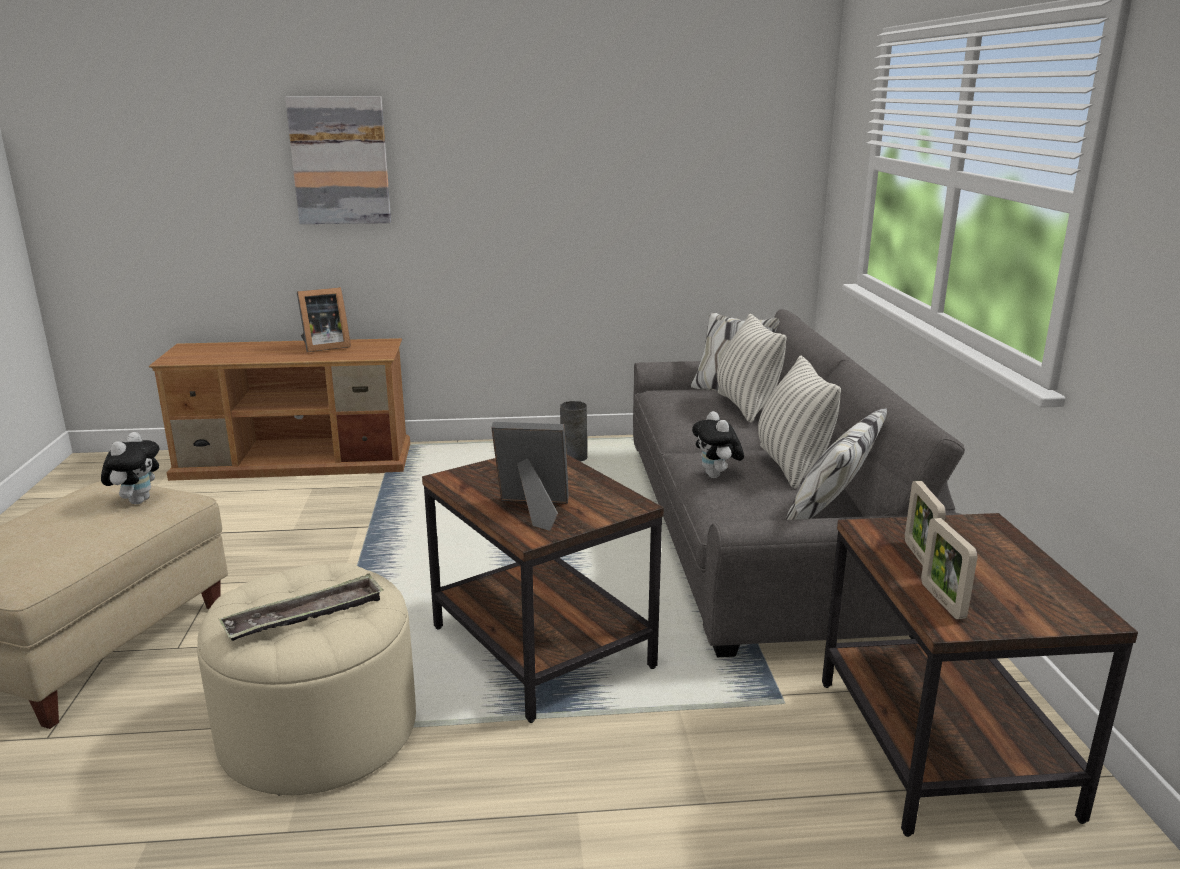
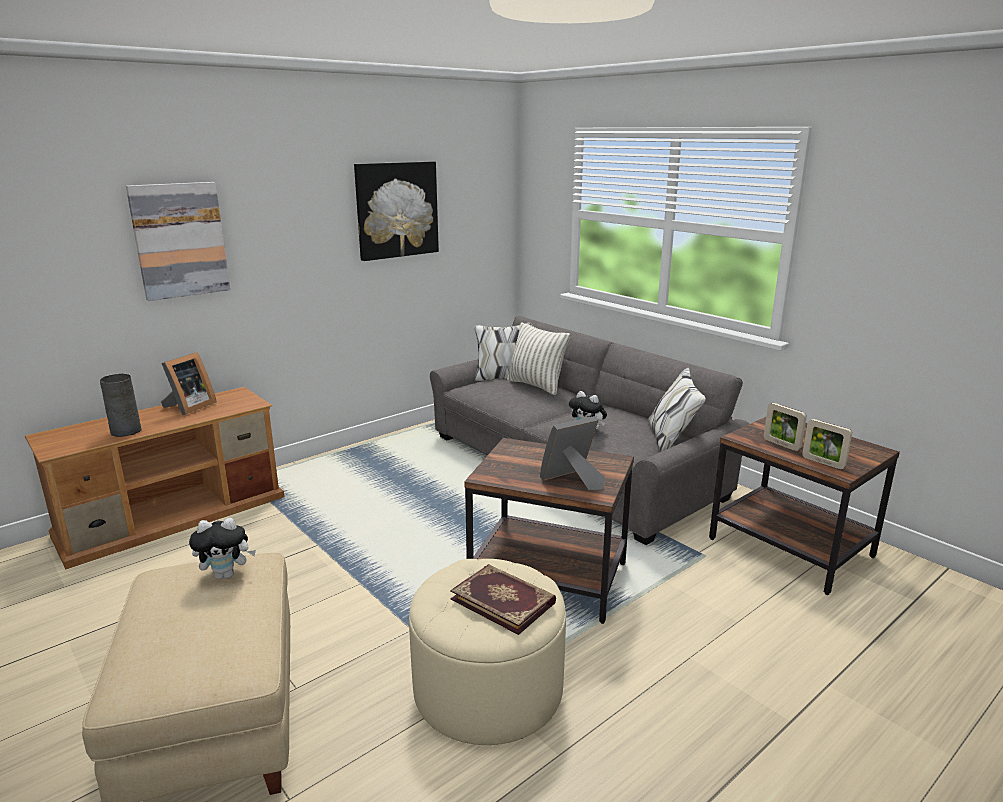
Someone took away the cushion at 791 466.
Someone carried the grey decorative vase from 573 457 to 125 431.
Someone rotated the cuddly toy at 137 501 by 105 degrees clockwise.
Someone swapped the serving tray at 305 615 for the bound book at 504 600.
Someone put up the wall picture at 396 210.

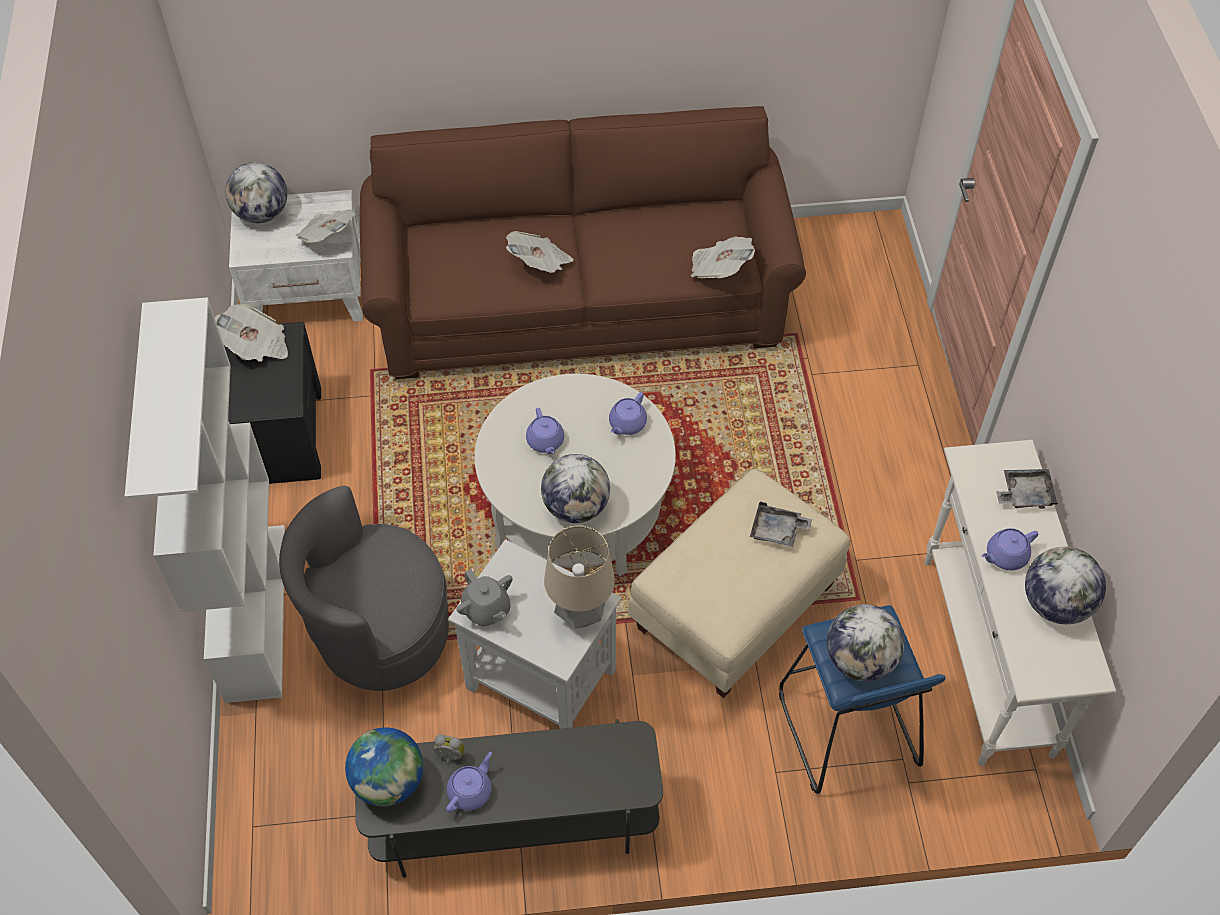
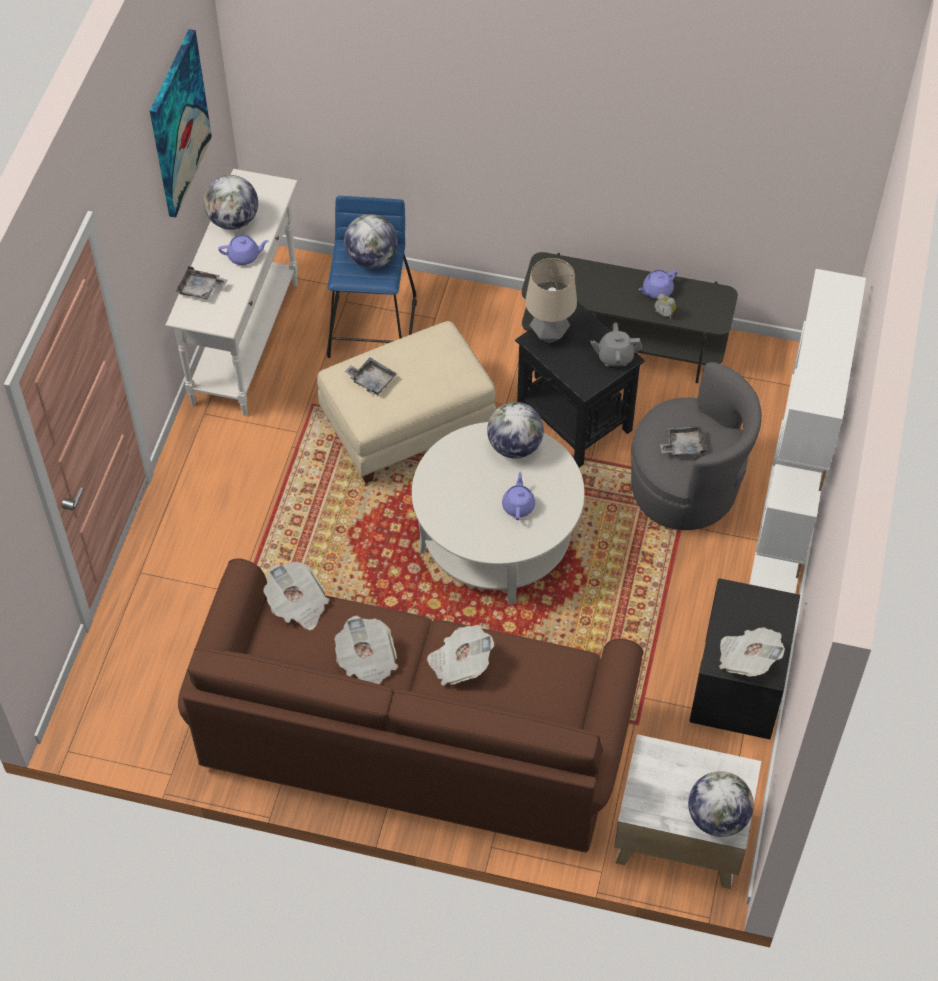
Someone carried the daily paper from 327 236 to 367 662.
Someone took away the purple-coloured pot for tea at 627 424.
Someone repainted the white accent table at 539 678, which became the black-coloured accent table at 575 421.
Someone rotated the grey pot for tea at 486 609 by 75 degrees counterclockwise.
Someone took away the desk globe at 389 782.
Someone put up the wall picture at 178 124.
Someone put down the grey serving tray at 683 445.

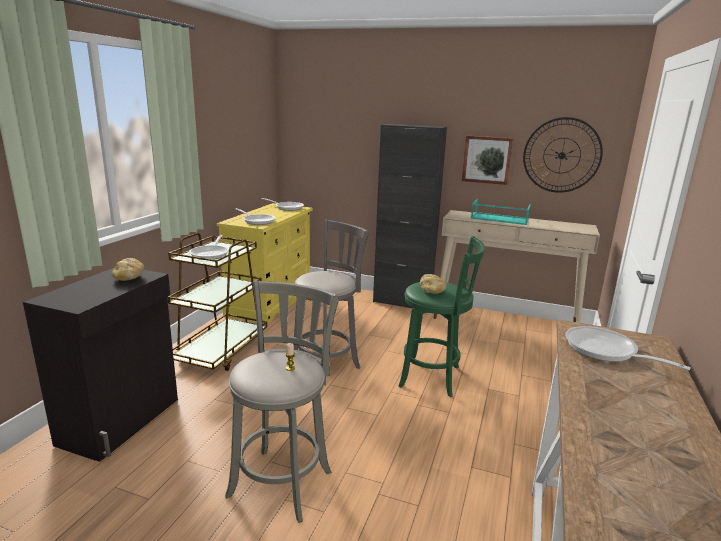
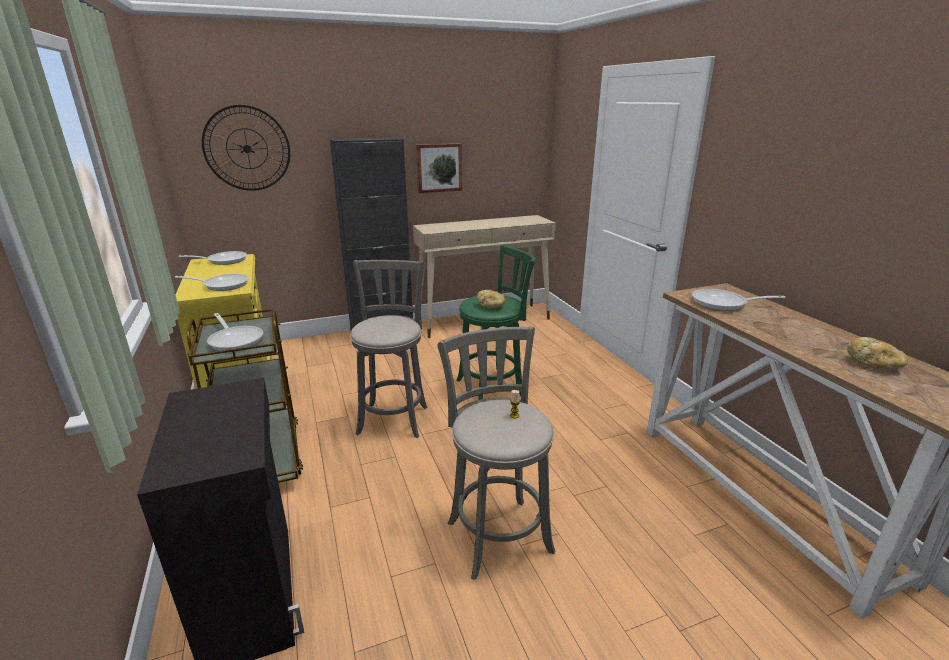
Someone carried the clock on the wall from 561 155 to 247 148.
Someone took away the blue-green serving tray at 499 219.
Someone carried the bakery bread from 129 278 to 873 364.

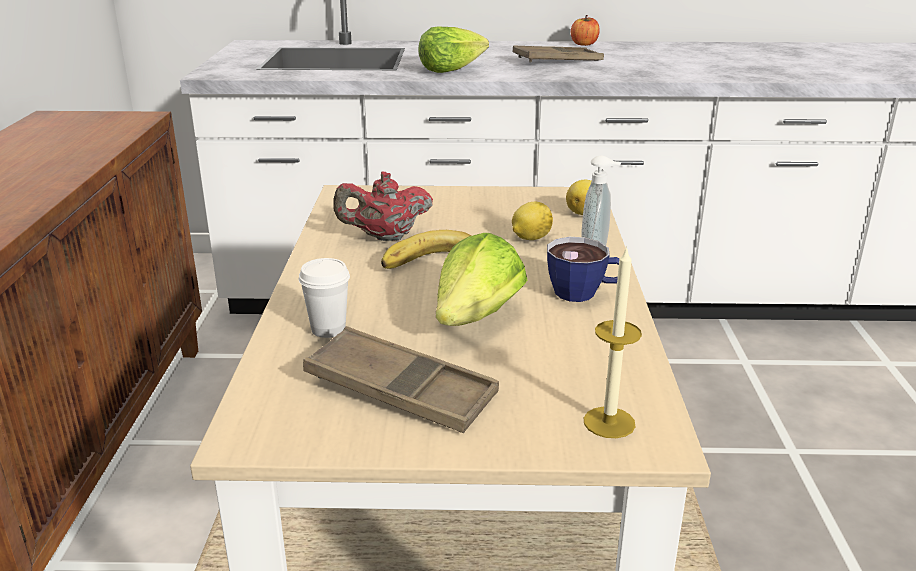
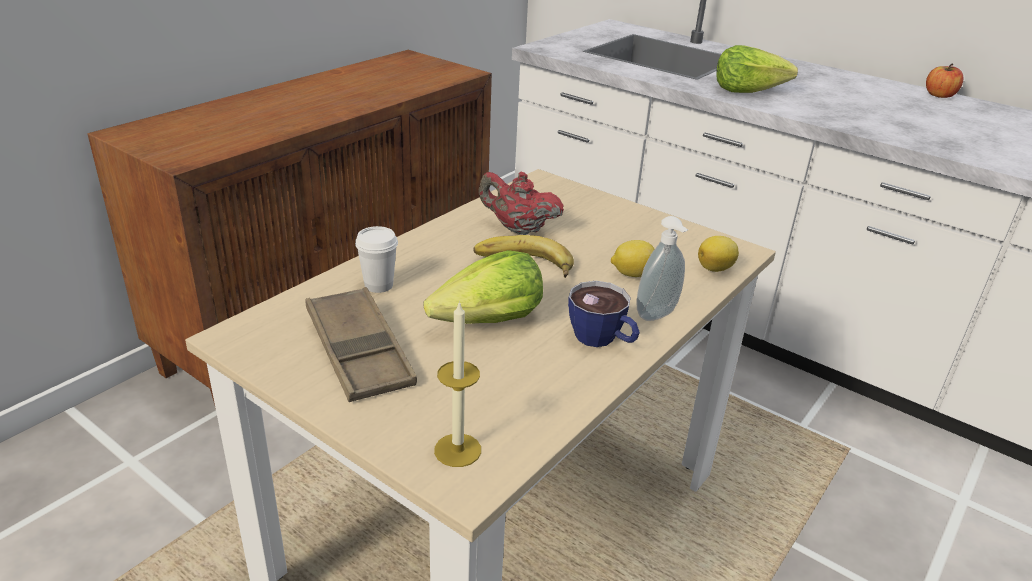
Someone took away the brown-coloured serving tray at 557 61.

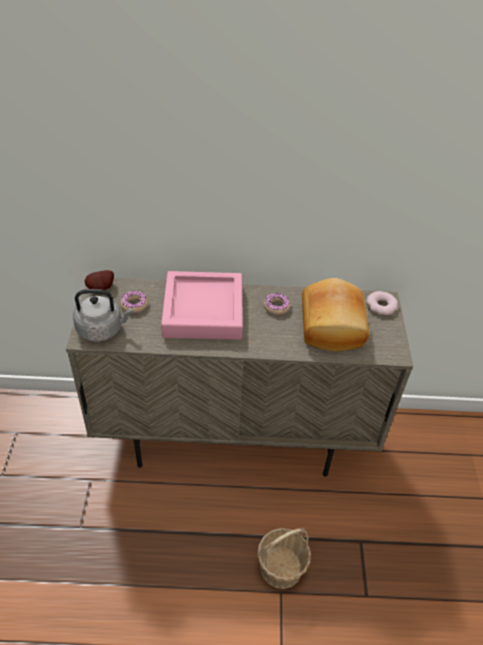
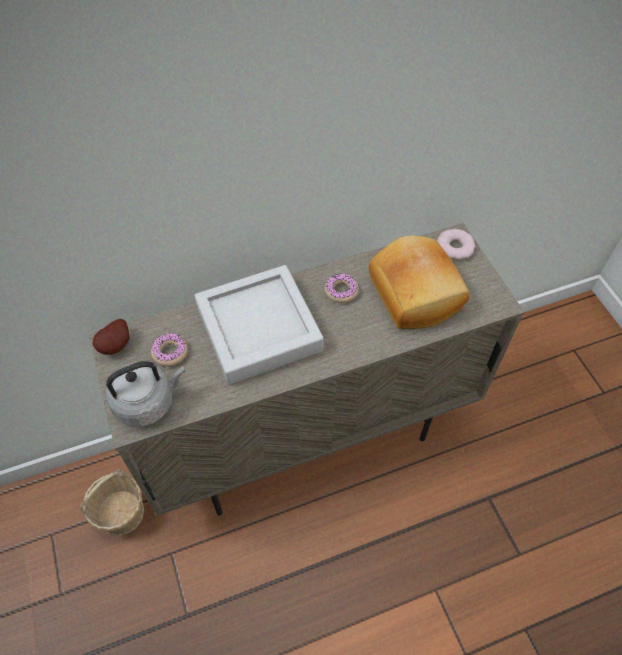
Someone repainted the pinkish serving tray at 203 311, which became the grey serving tray at 259 329.
Someone carried the basket from 281 567 to 121 513.

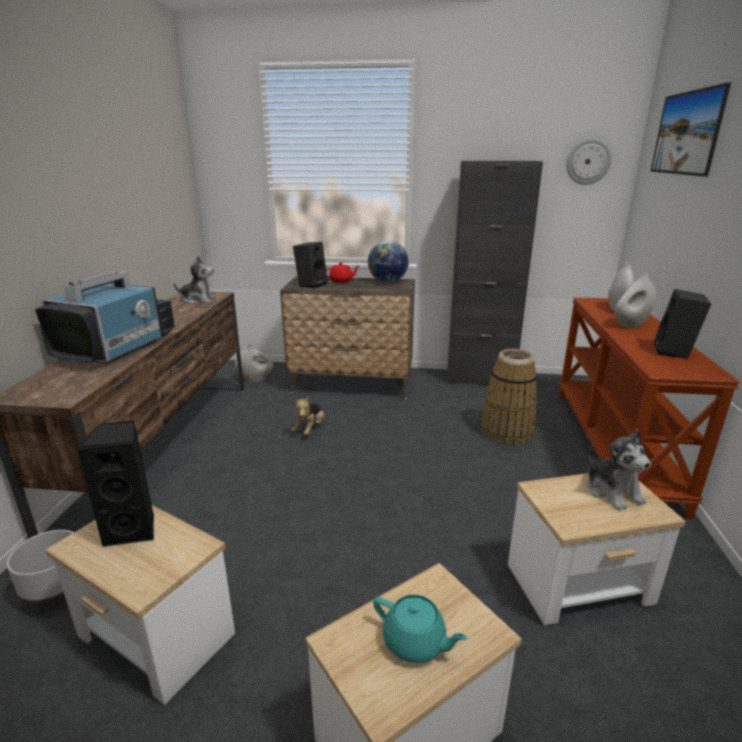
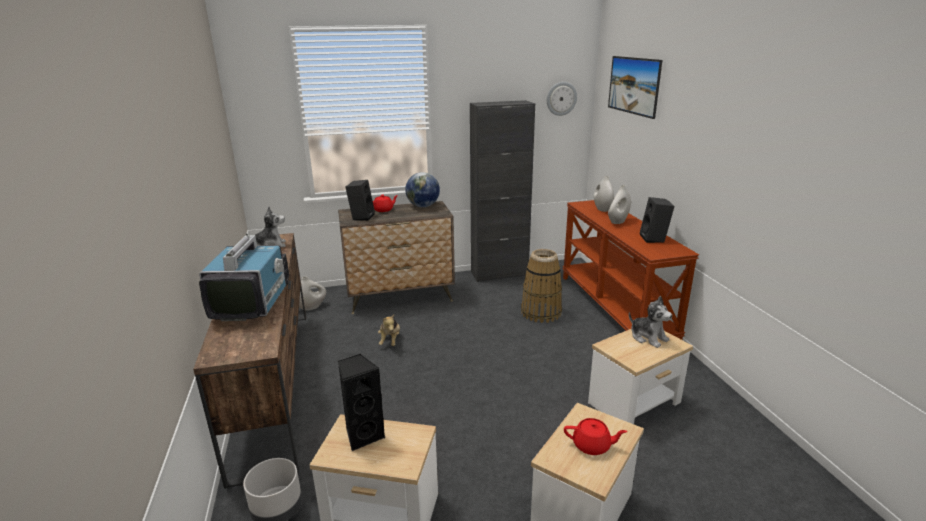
Someone repainted the blue-green pot for tea at 415 642, which became the red pot for tea at 592 446.

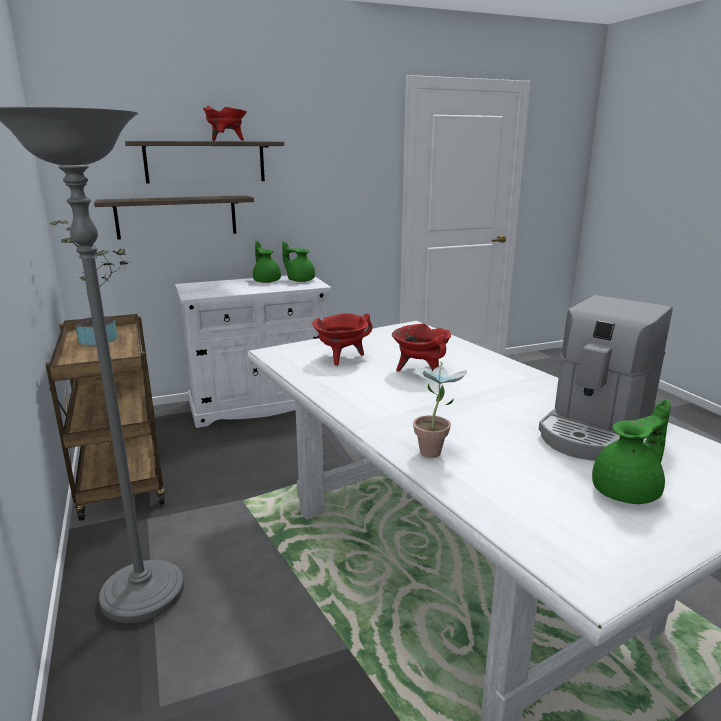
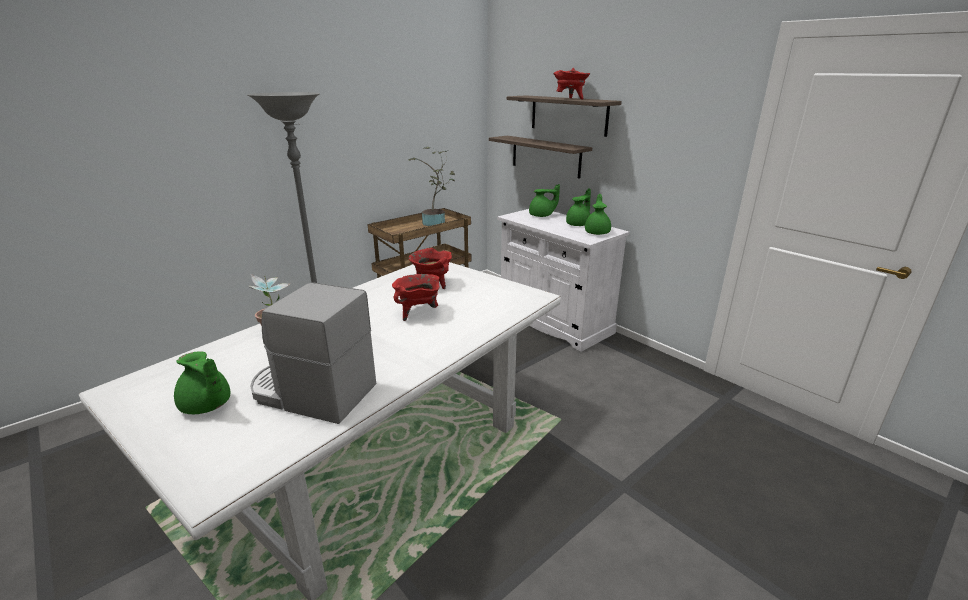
Someone put down the greenish pot for tea at 542 215.

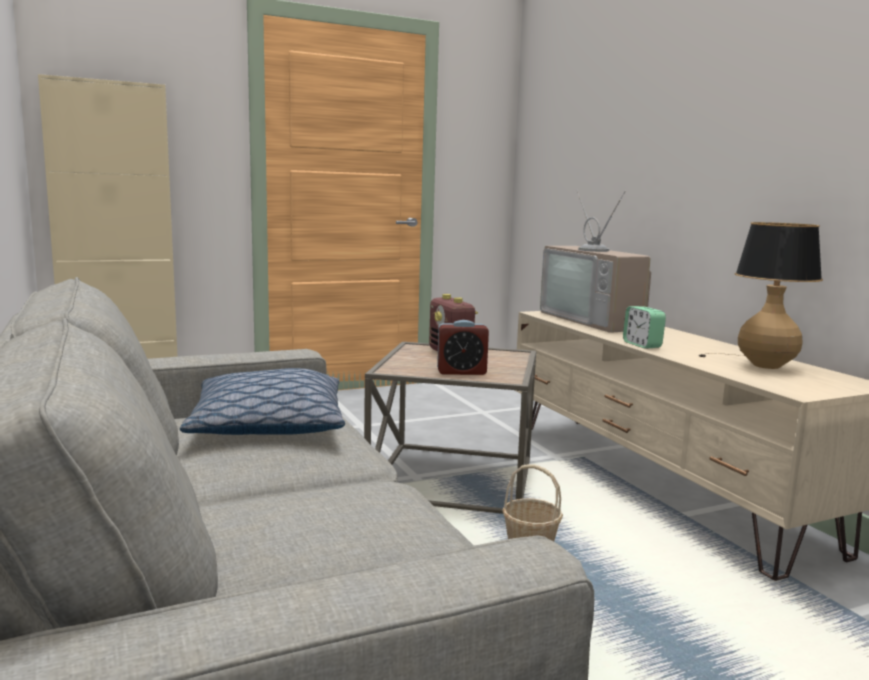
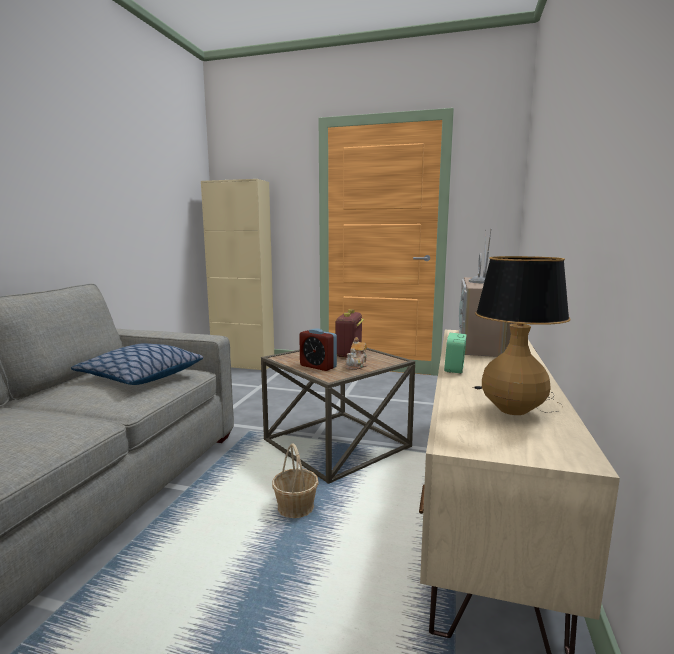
Someone put down the pot for tea at 357 366.

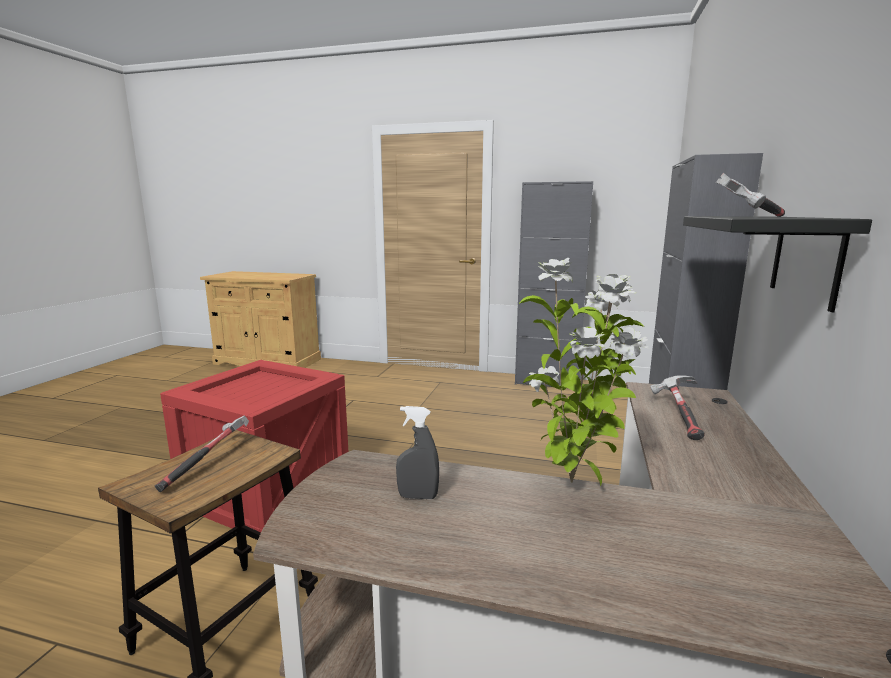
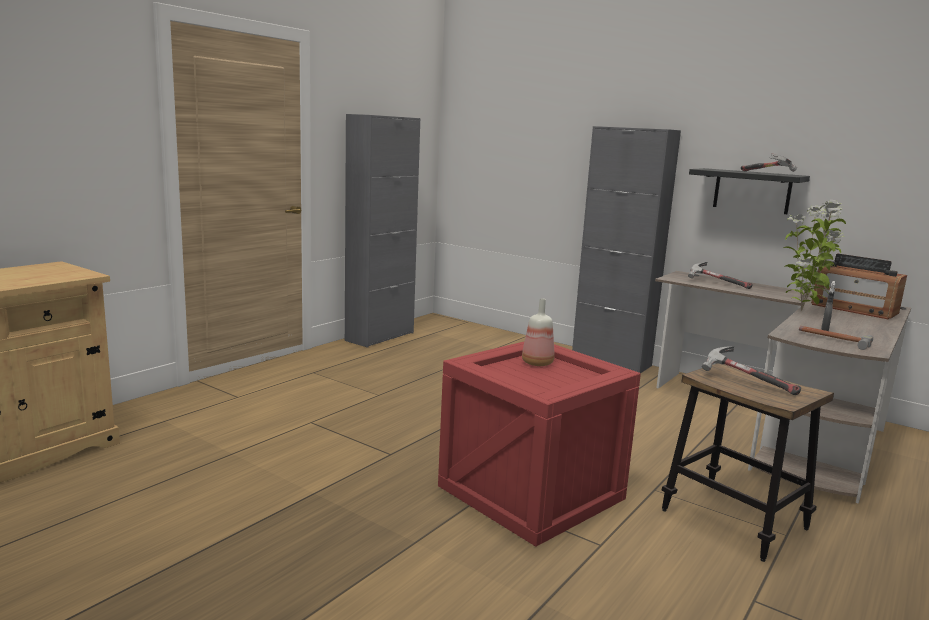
Someone put down the radio at 853 309.
Someone put down the beverage bottle at 536 363.
Someone put down the hammer at 833 339.

